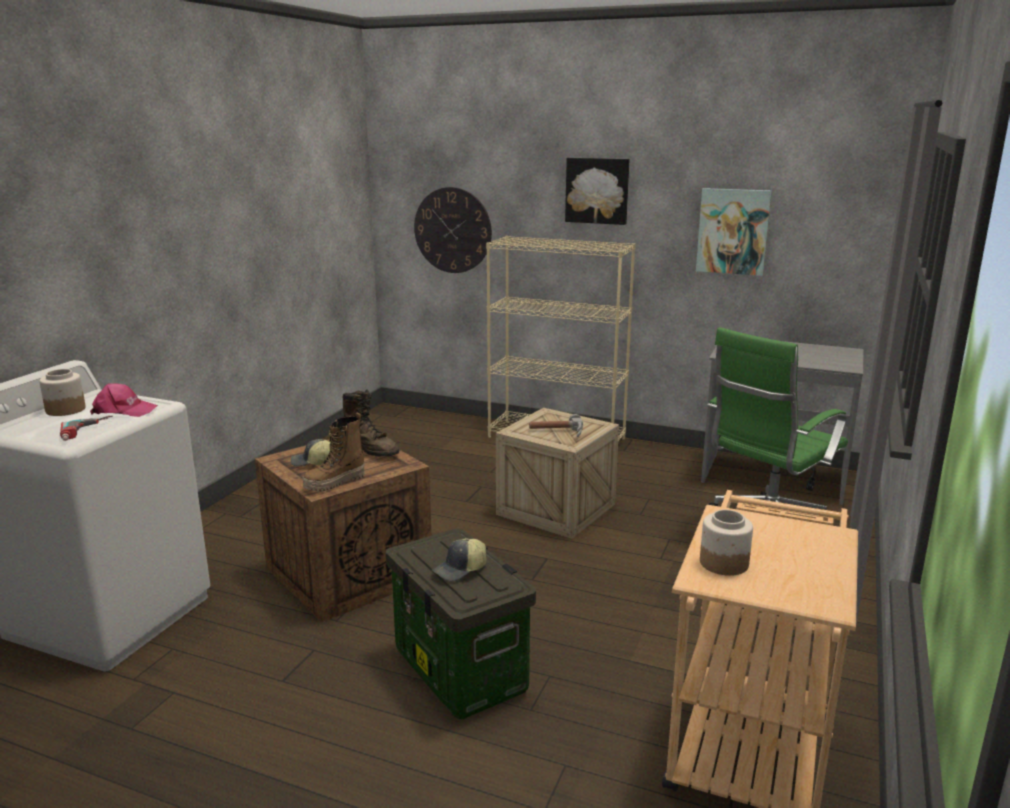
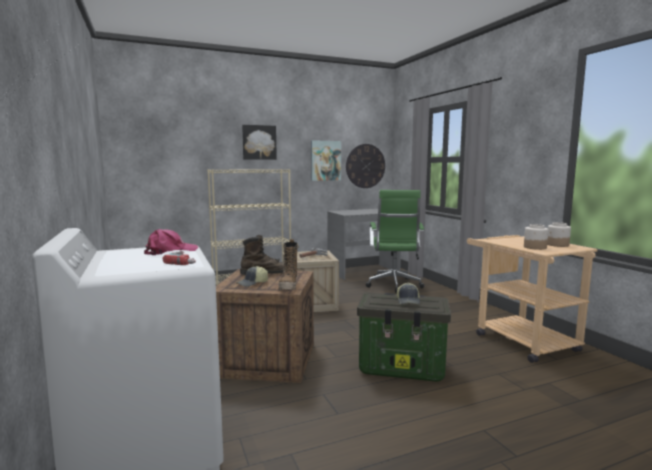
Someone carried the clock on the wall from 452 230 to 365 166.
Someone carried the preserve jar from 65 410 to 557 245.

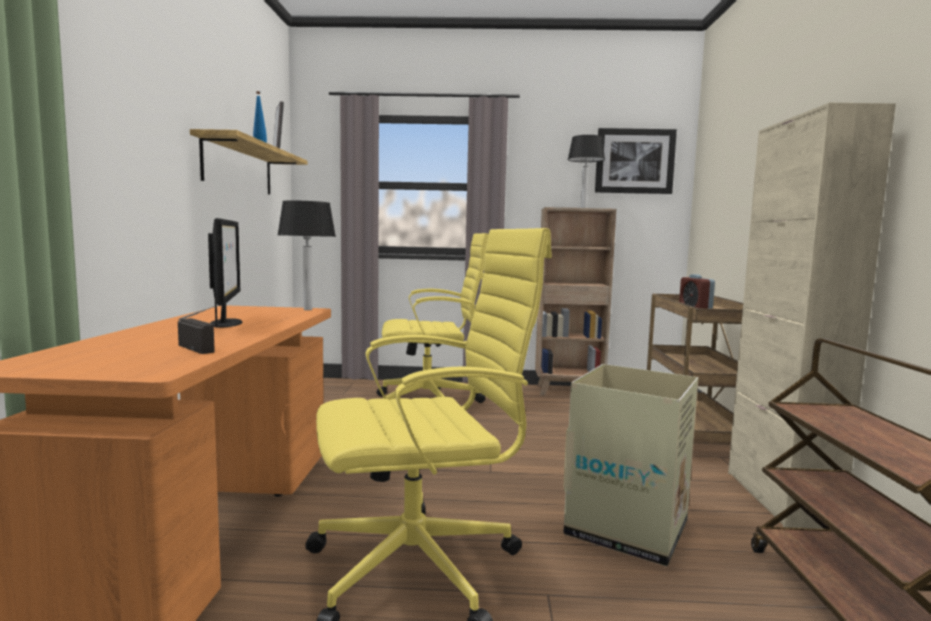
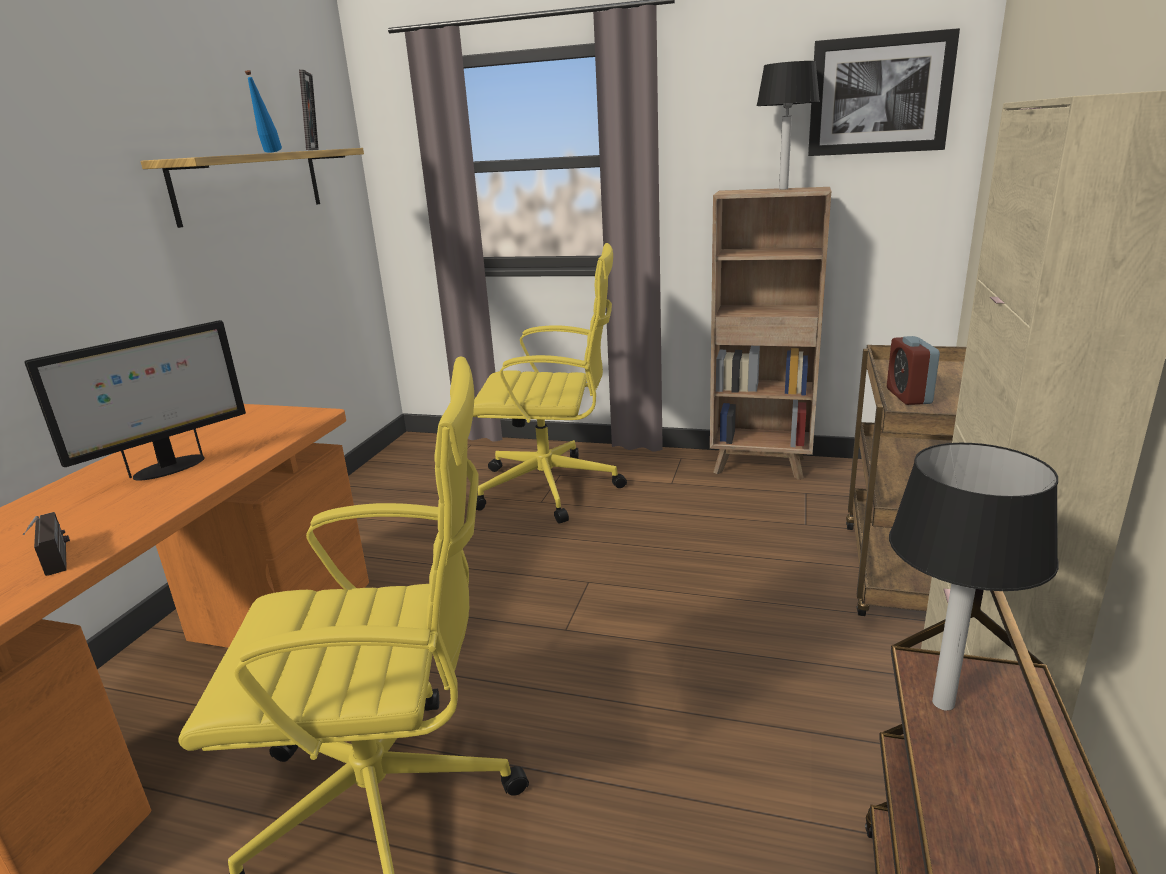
Someone carried the lamp for a table from 307 309 to 941 702.
Someone rotated the computer display at 227 323 by 45 degrees clockwise.
Someone took away the carton at 628 528.

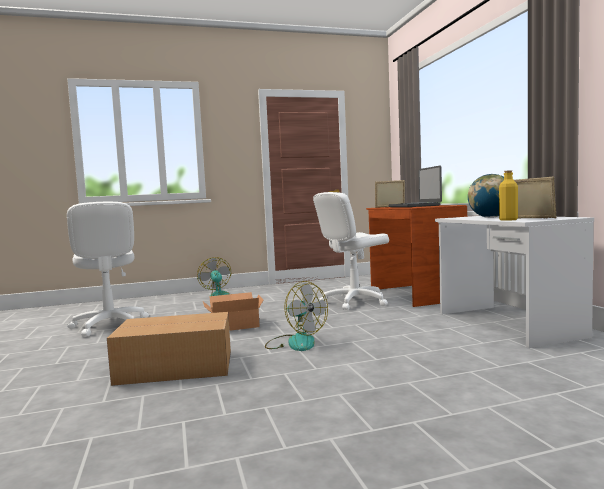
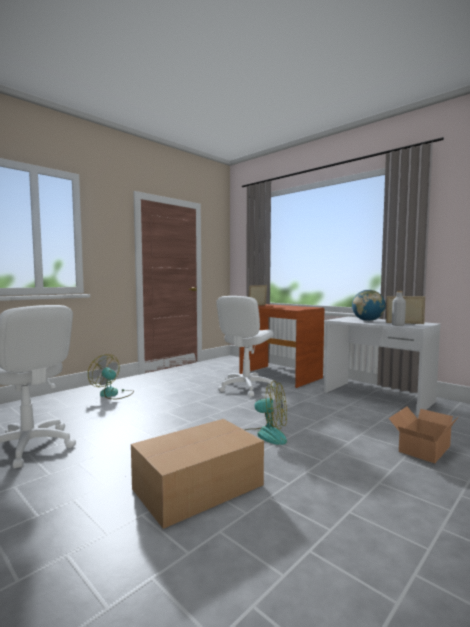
Someone took away the portable computer at 415 206.
Someone repainted the yellowish beverage bottle at 508 220, which became the grey beverage bottle at 398 325.
Someone carried the carton from 233 325 to 421 448.

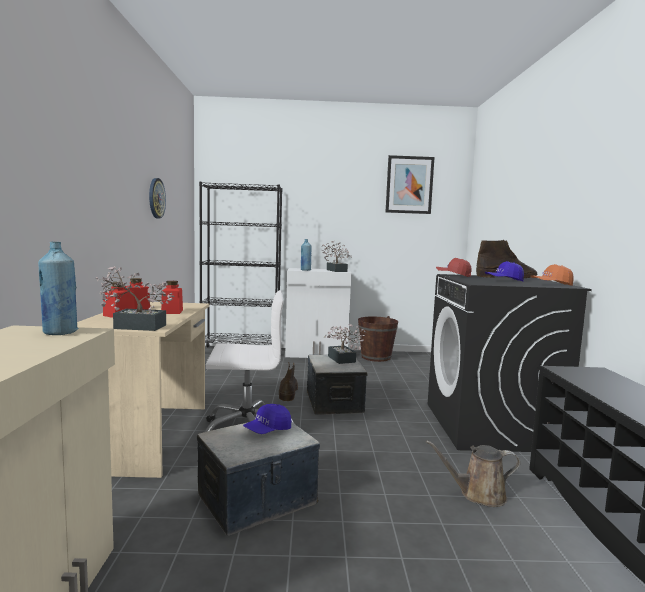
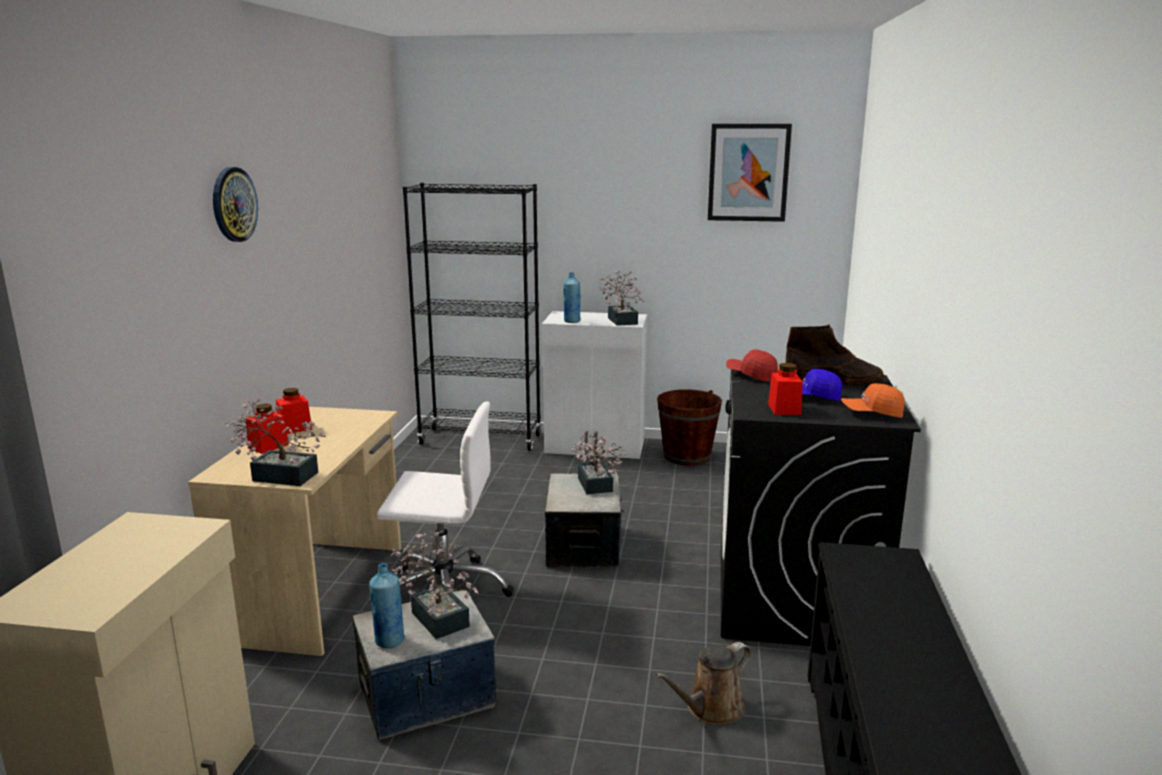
Someone carried the clock on the wall from 156 198 to 233 204.
Someone carried the blue beverage bottle from 60 332 to 389 641.
Someone carried the red preserve jar from 172 312 to 784 409.
Someone took away the brown-coloured boot at 288 392.
Someone swapped the blue peaked cap at 267 430 for the plant in a pot at 437 615.
Someone rotated the brown-coloured watering can at 478 494 by 45 degrees counterclockwise.

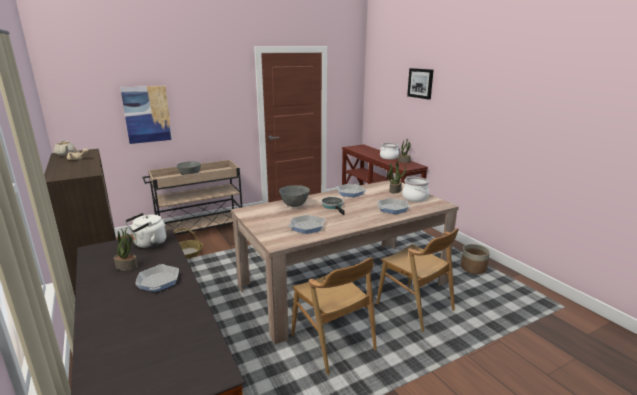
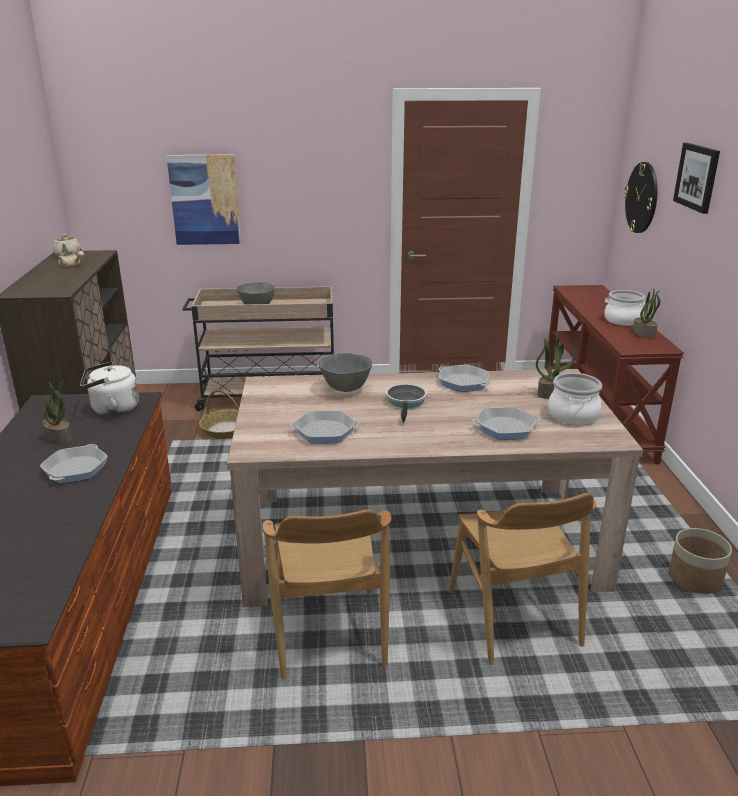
Someone put up the clock on the wall at 642 197.

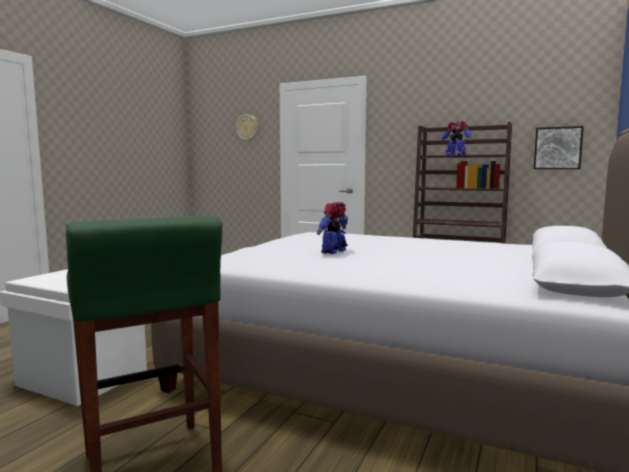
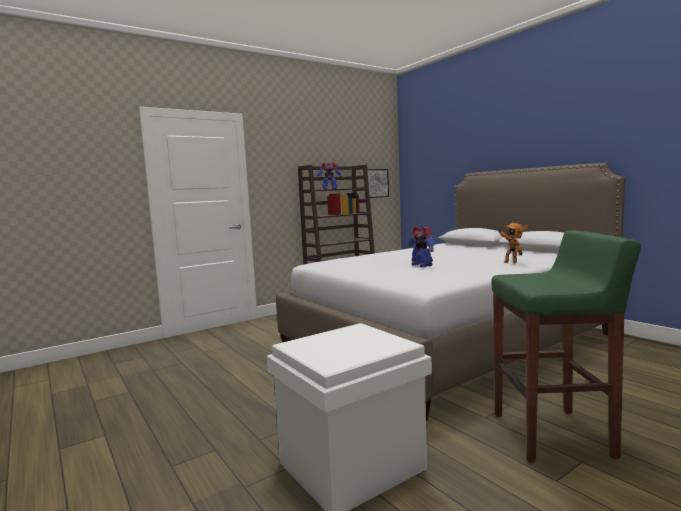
Someone took away the clock on the wall at 247 128.
Someone put down the robot figure at 511 262.

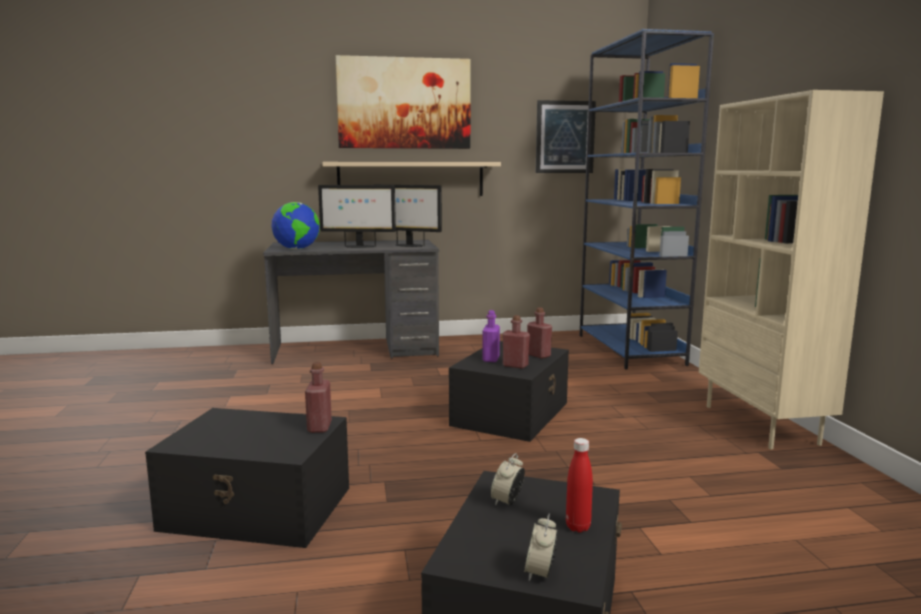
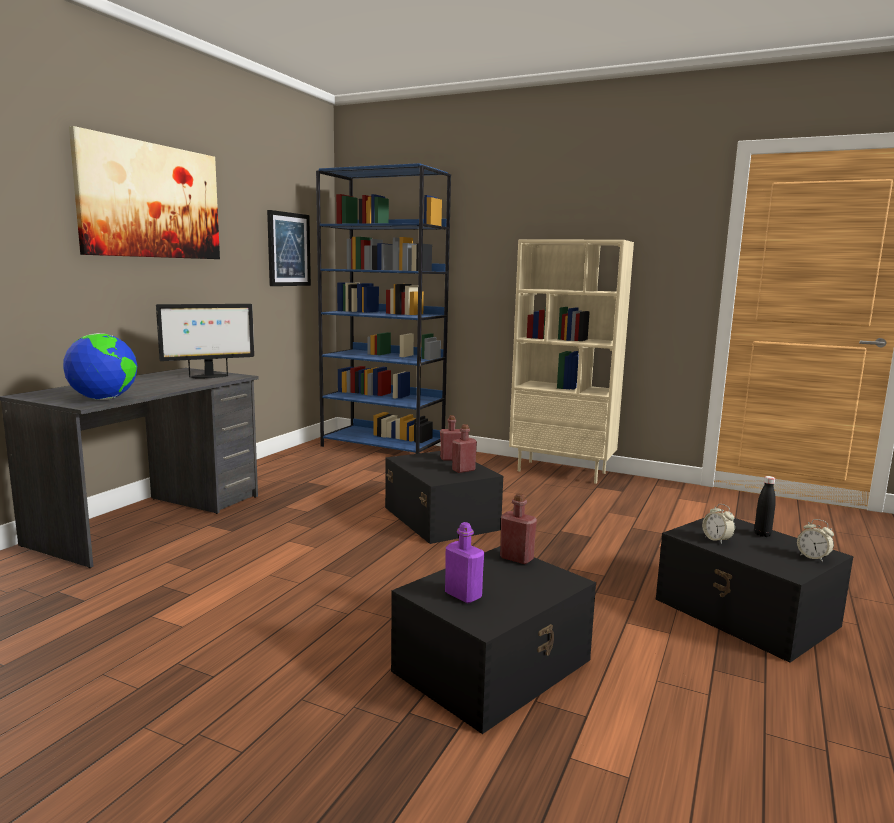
Someone took away the beige-coloured bracket shelf at 411 179.
Someone took away the computer display at 358 246.
Someone carried the purple-coloured beverage bottle from 491 359 to 463 595.
Someone repainted the red beverage bottle at 578 527, which became the black-coloured beverage bottle at 762 534.

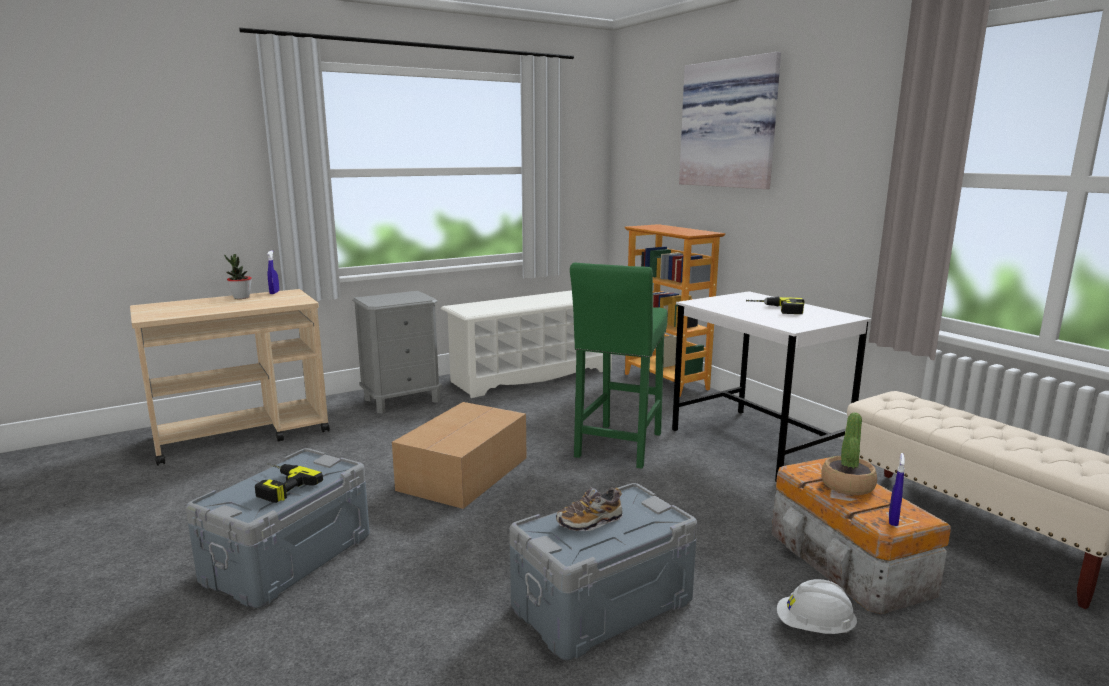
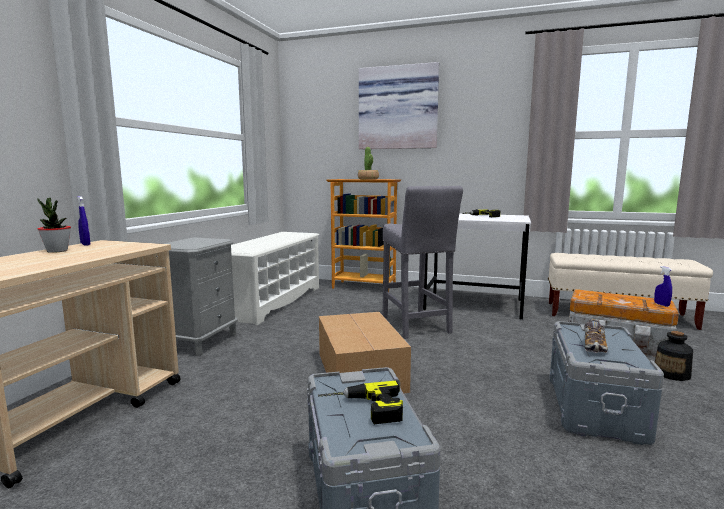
Someone repainted the greenish sitting stool at 618 447, which became the grey sitting stool at 416 326.
Someone carried the plant in a pot from 847 485 to 368 179.
Someone swapped the white work helmet at 814 628 for the beverage bottle at 672 374.

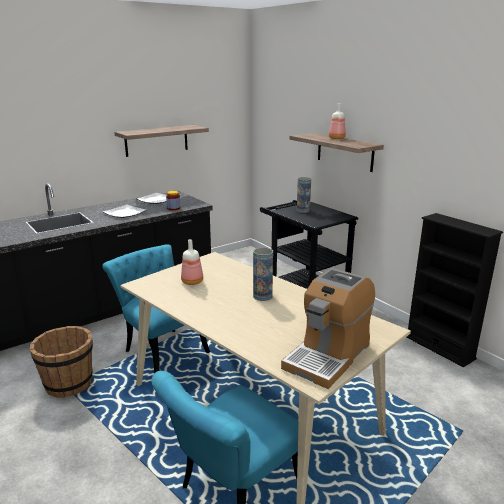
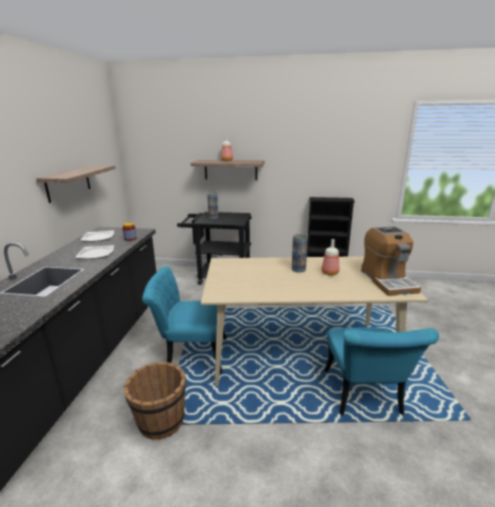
Someone carried the beverage bottle from 192 281 to 329 273.

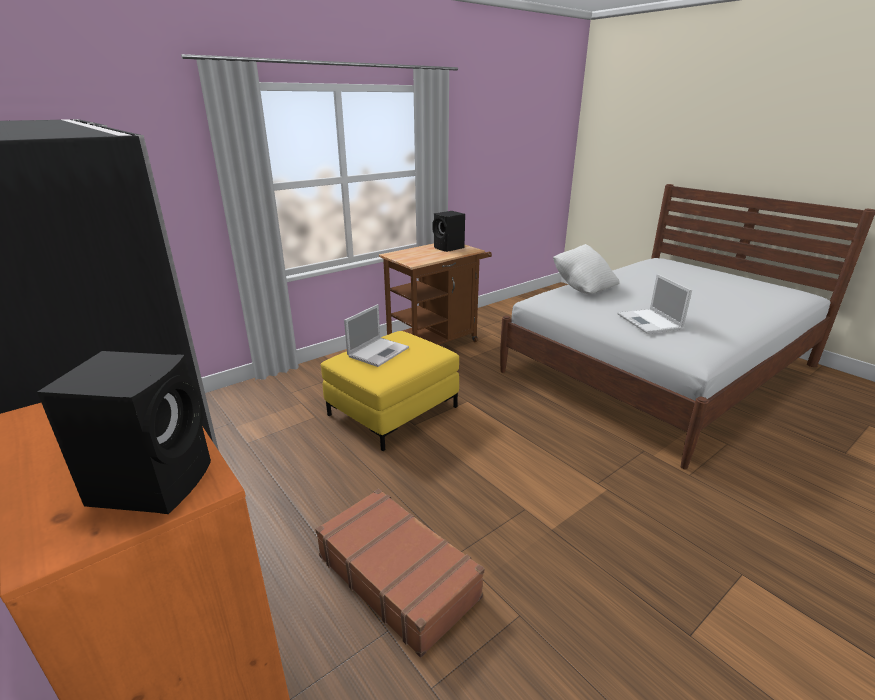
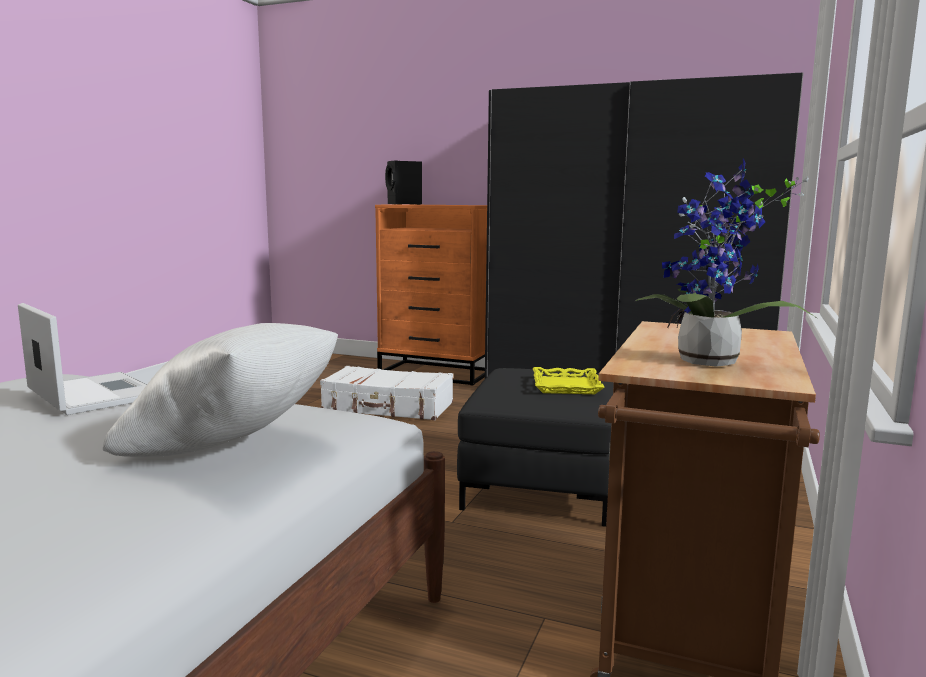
Someone swapped the black-coloured speaker at 449 248 for the plant in a pot at 708 363.
Someone swapped the portable computer at 379 351 for the yellowish serving tray at 567 386.
Someone repainted the yellowish pouffe at 393 410, which became the black-coloured pouffe at 543 484.
Someone repainted the brown-coloured piece of luggage at 398 575, which became the white piece of luggage at 388 407.

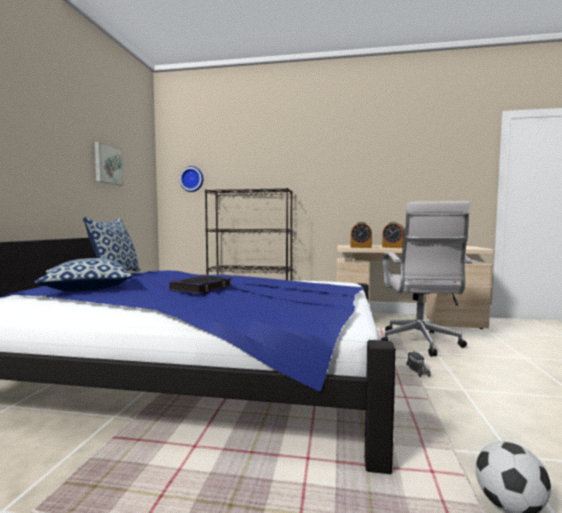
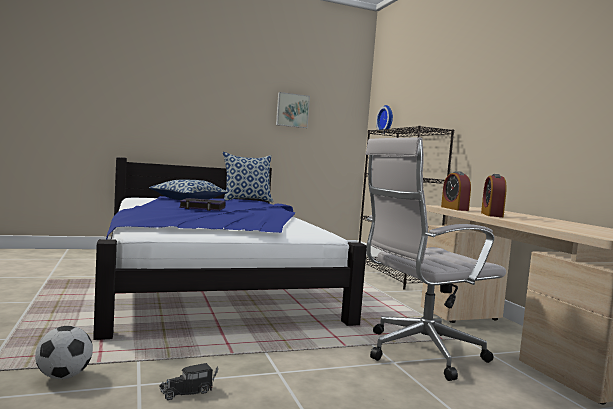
Someone carried the model truck from 417 370 to 188 391.

